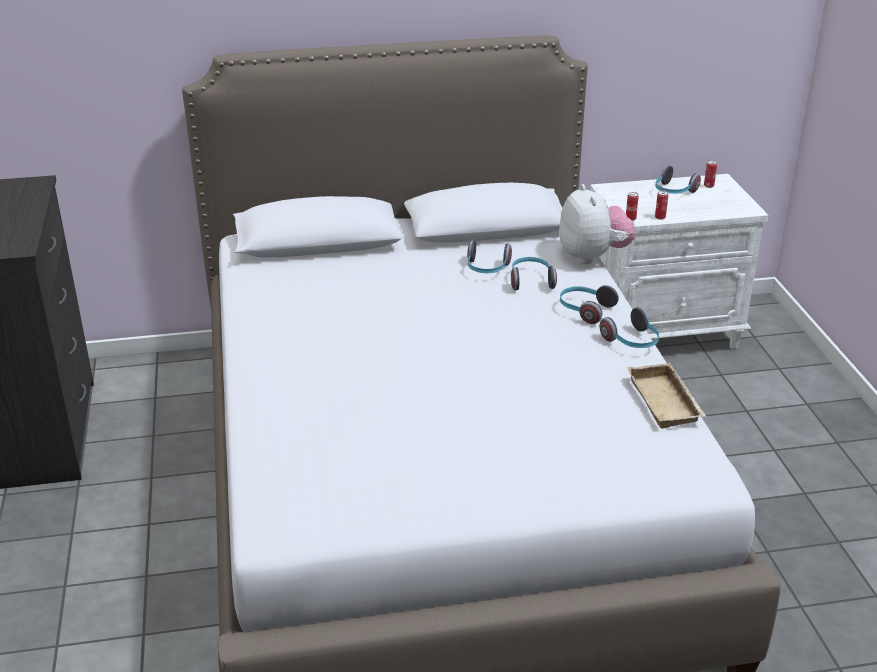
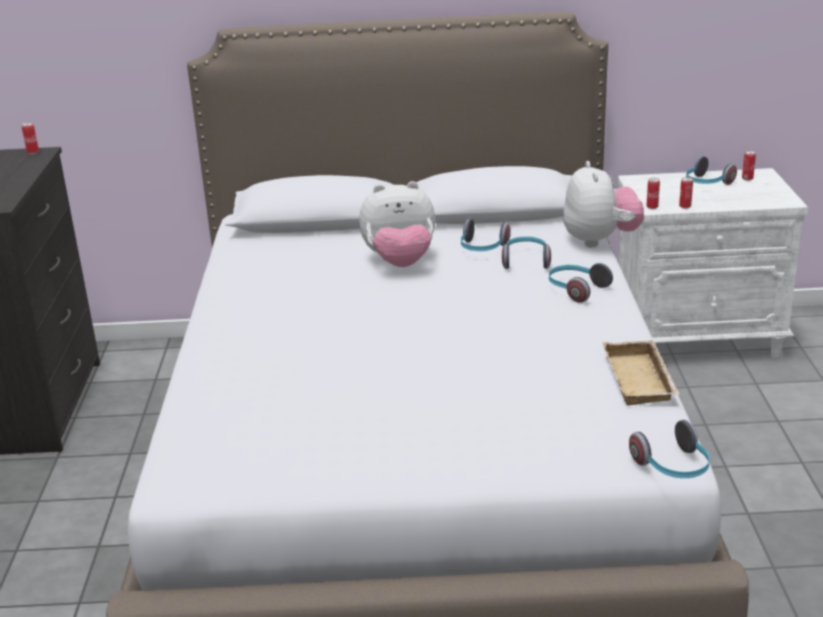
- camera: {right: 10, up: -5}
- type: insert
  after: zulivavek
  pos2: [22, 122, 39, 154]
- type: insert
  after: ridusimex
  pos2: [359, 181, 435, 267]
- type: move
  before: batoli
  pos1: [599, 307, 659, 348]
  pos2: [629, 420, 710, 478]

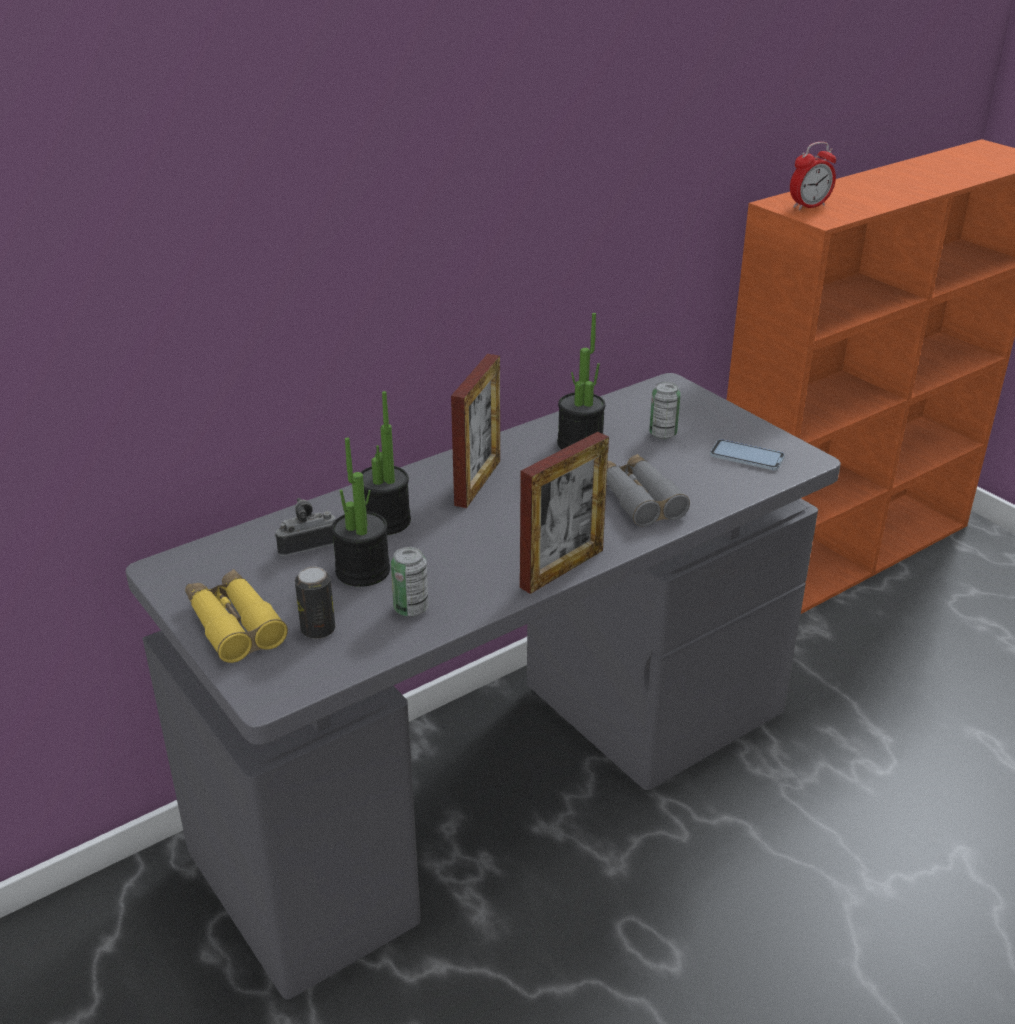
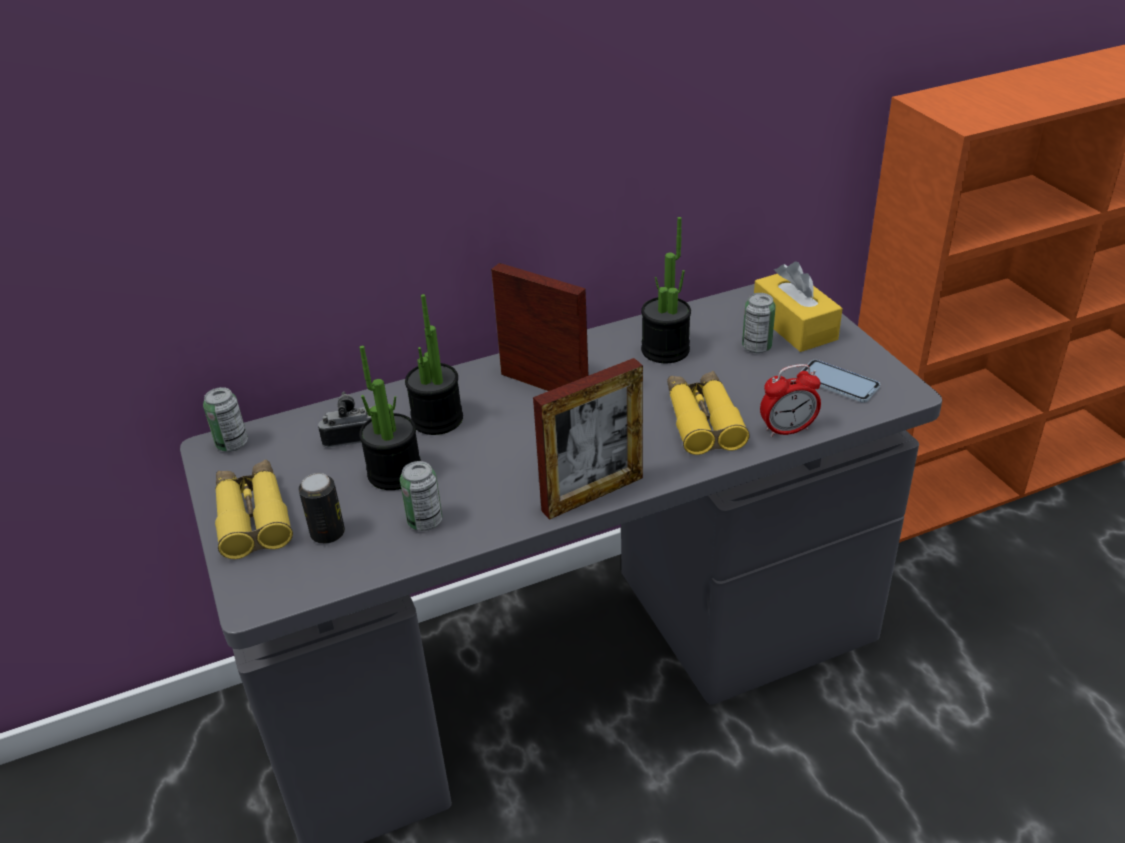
- camera: {right: 15, up: 5}
- type: insert
  after: zulivavek
  pos2: [203, 387, 248, 452]
- type: rotate
  before: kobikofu
  pos1: [451, 354, 500, 508]
  pos2: [491, 263, 589, 391]
  turn: -90
- type: recolor
  before: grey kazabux
  after: yellow kazabux
  pos1: [607, 454, 690, 527]
  pos2: [667, 371, 750, 455]
- type: insert
  after: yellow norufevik
  pos2: [754, 261, 843, 352]
- type: move
  before: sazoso
  pos1: [790, 142, 836, 210]
  pos2: [760, 364, 821, 437]

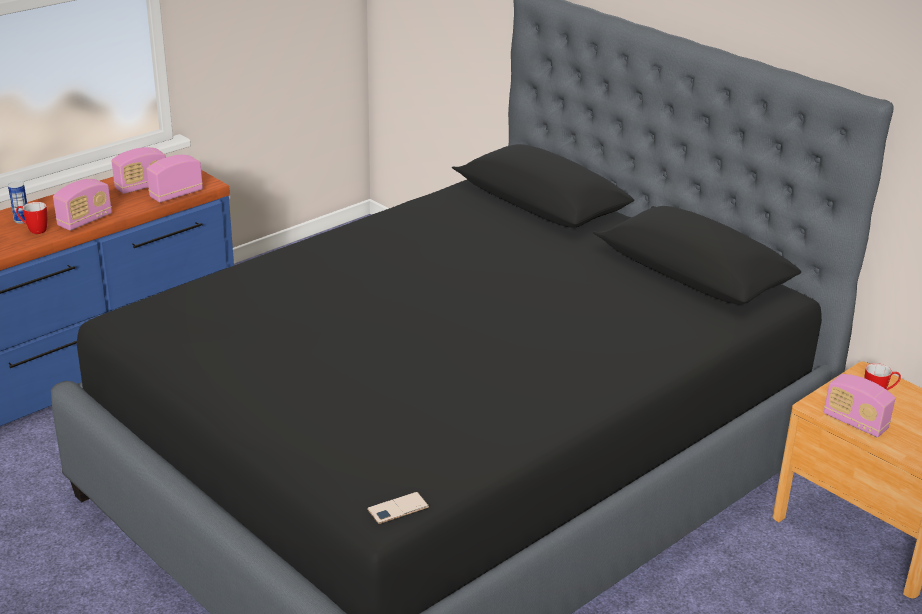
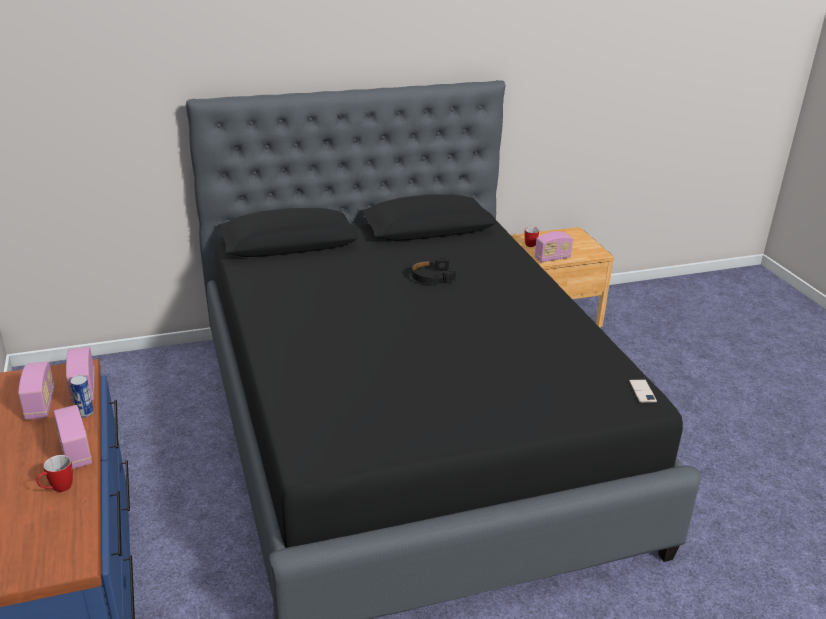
- camera: {right: -65, up: 0}
- type: move
  before: zulivavek
  pos1: [8, 181, 27, 224]
  pos2: [70, 375, 93, 417]
- type: insert
  after: black batoli
  pos2: [411, 258, 456, 283]

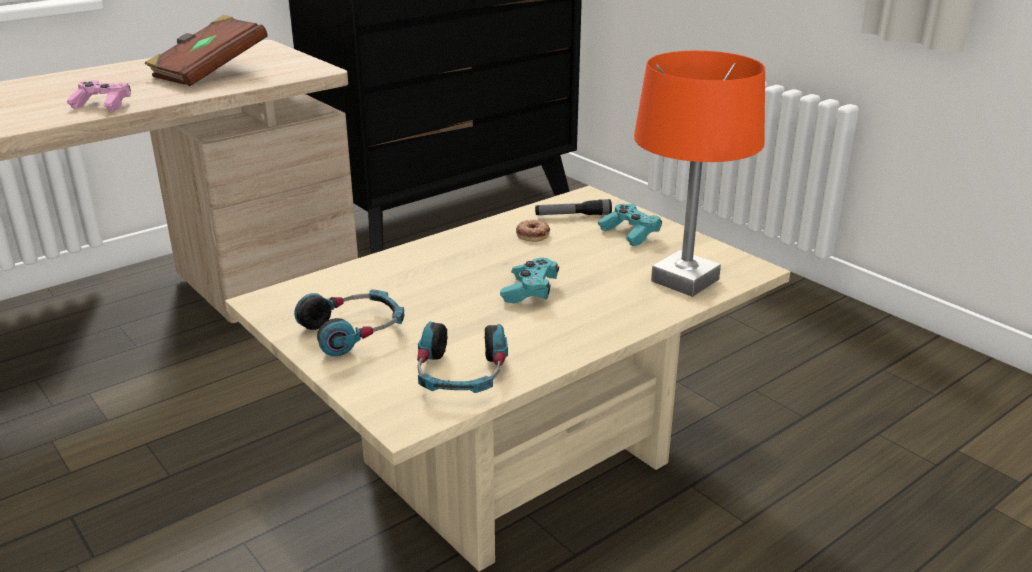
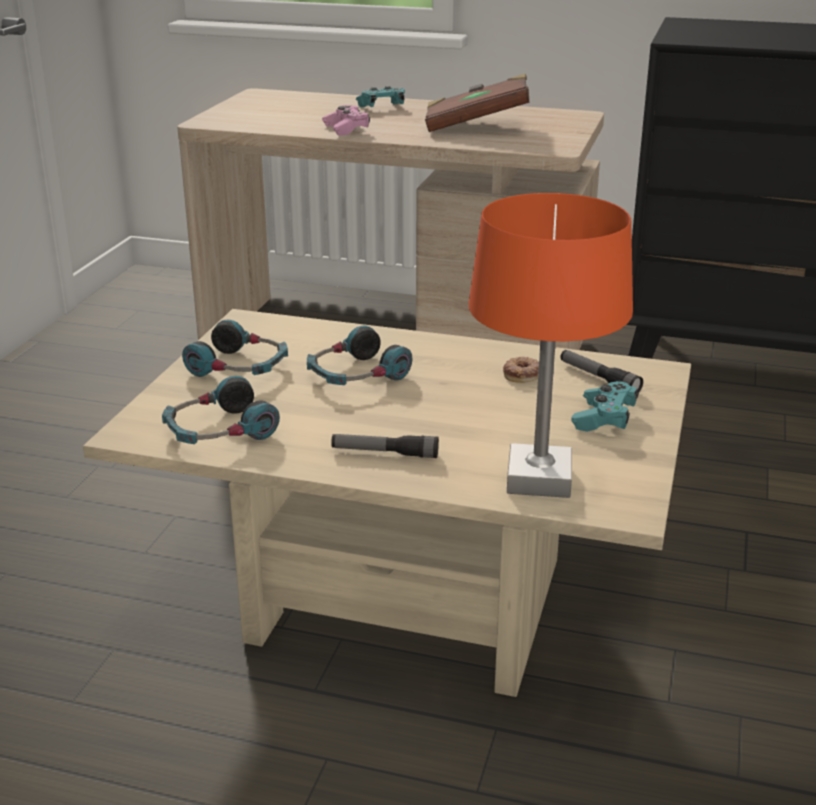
- camera: {right: 55, up: 0}
- type: insert
  after: batoli
  pos2: [307, 325, 412, 385]
- type: insert
  after: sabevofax
  pos2: [331, 434, 439, 458]
- type: move
  before: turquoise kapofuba
  pos1: [500, 258, 559, 304]
  pos2: [356, 86, 405, 107]

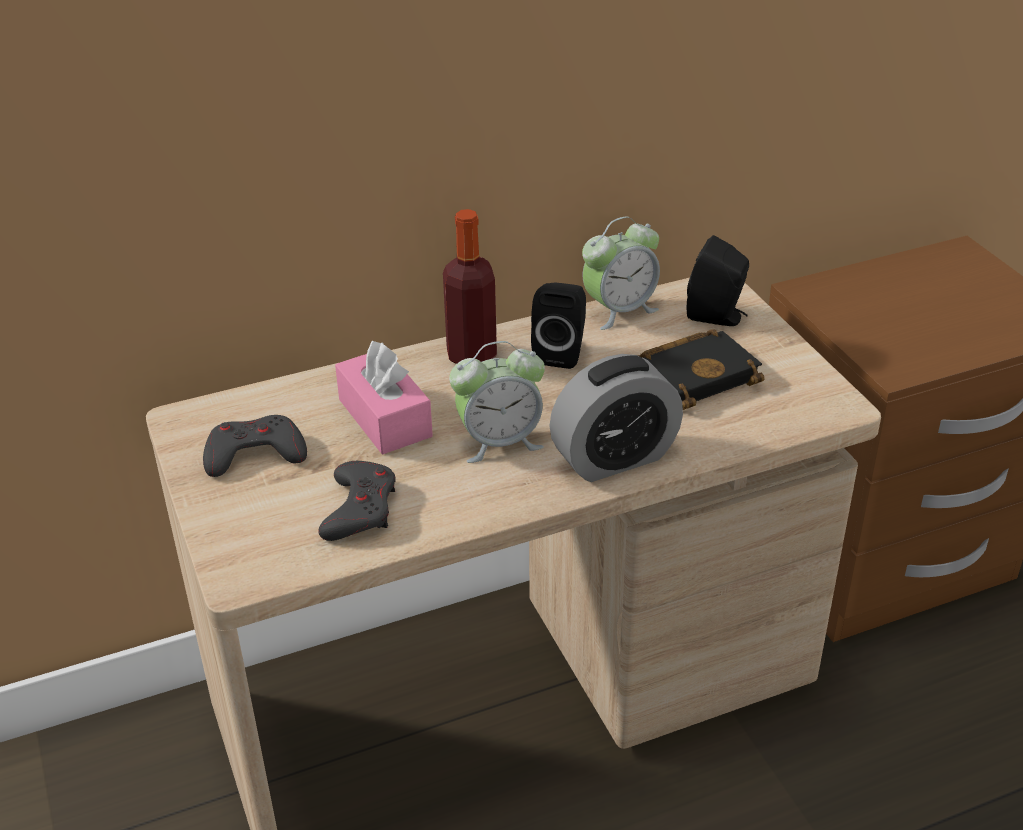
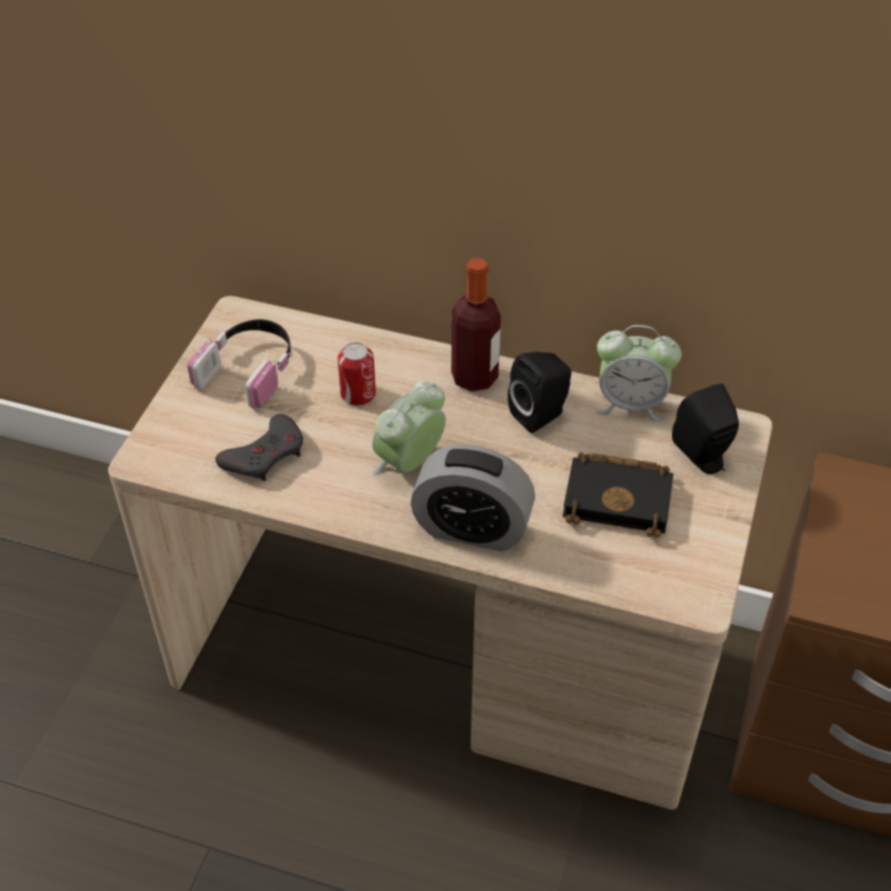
- camera: {right: 40, up: 10}
- type: replace
  before: grey kapofuba
  after: batoli
  pos1: [203, 415, 307, 477]
  pos2: [187, 319, 292, 409]
- type: replace
  before: pink norufevik
  after: zulivavek
  pos1: [335, 341, 433, 454]
  pos2: [337, 342, 376, 406]
- type: rotate
  before: sazoso
  pos1: [449, 341, 545, 463]
  pos2: [372, 381, 446, 475]
  turn: 105

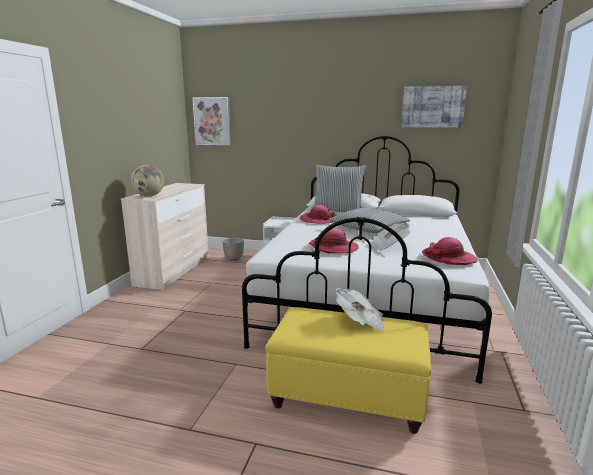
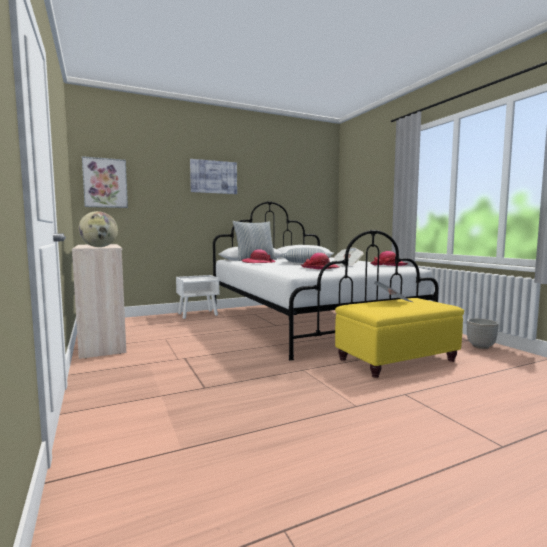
- camera: {right: -40, up: -10}
- type: move
  before: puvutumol
  pos1: [402, 86, 467, 128]
  pos2: [190, 159, 237, 194]
- type: move
  before: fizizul
  pos1: [223, 238, 244, 261]
  pos2: [467, 318, 499, 349]

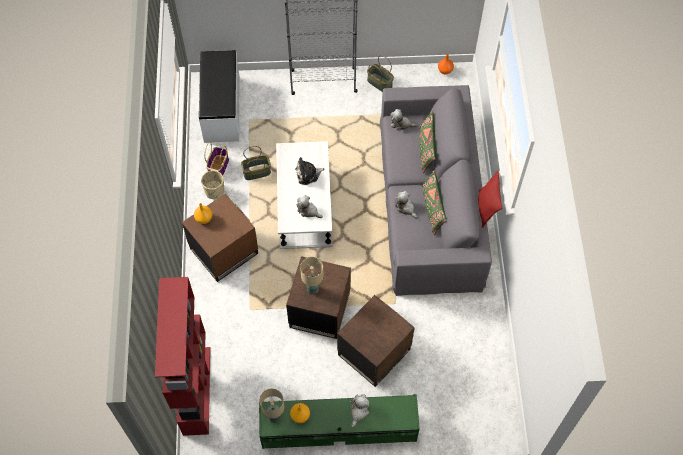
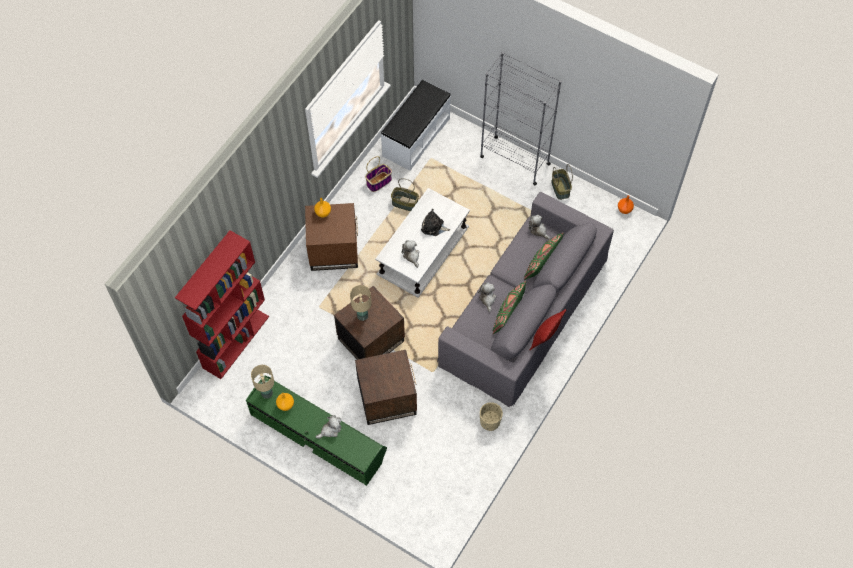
- camera: {right: 35, up: 0}
- type: move
  before: beige fizizul
  pos1: [201, 170, 224, 199]
  pos2: [480, 402, 503, 431]

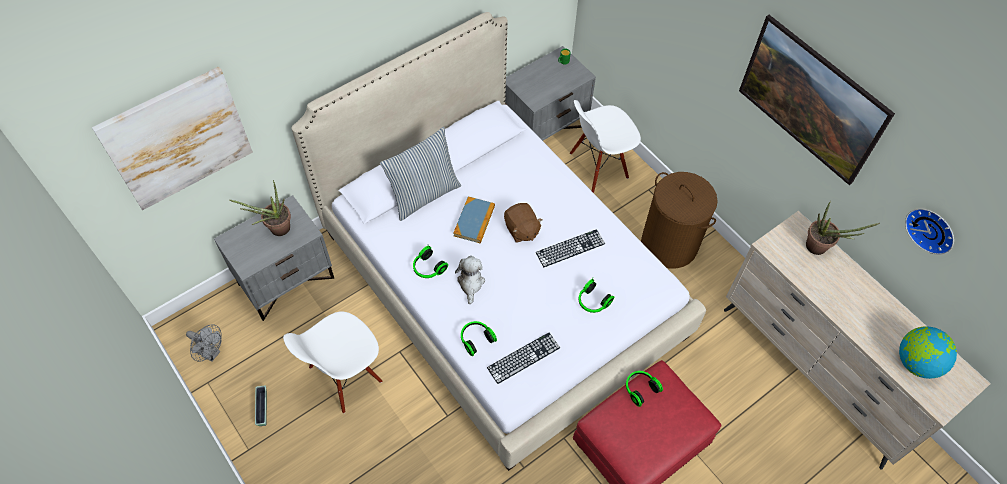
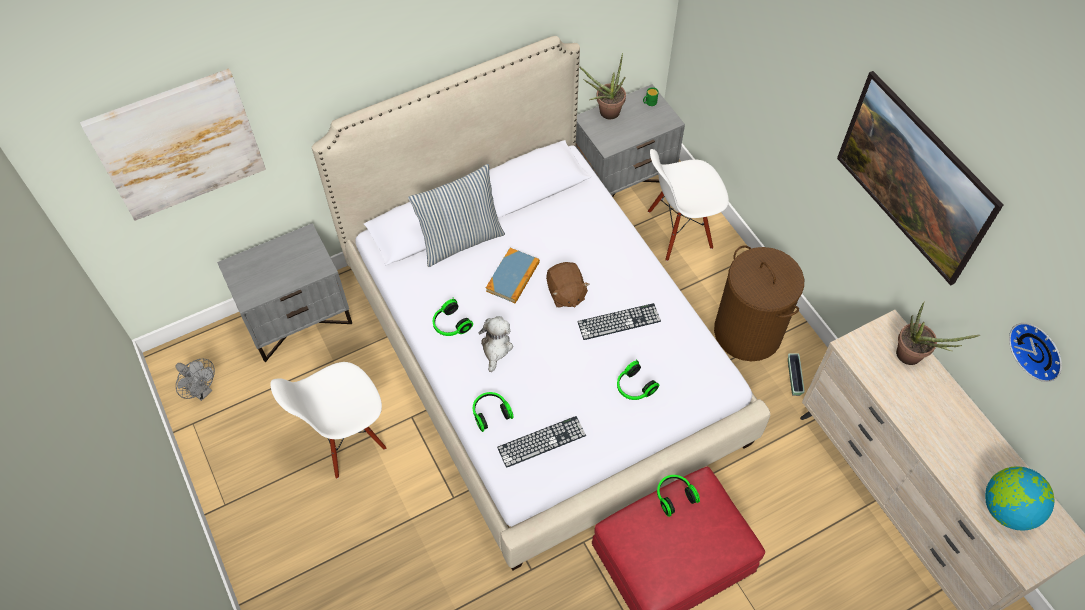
- camera: {right: 10, up: 0}
- type: move
  before: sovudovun
  pos1: [229, 180, 291, 236]
  pos2: [579, 53, 626, 119]
- type: move
  before: fizizul
  pos1: [255, 386, 267, 426]
  pos2: [788, 353, 804, 396]

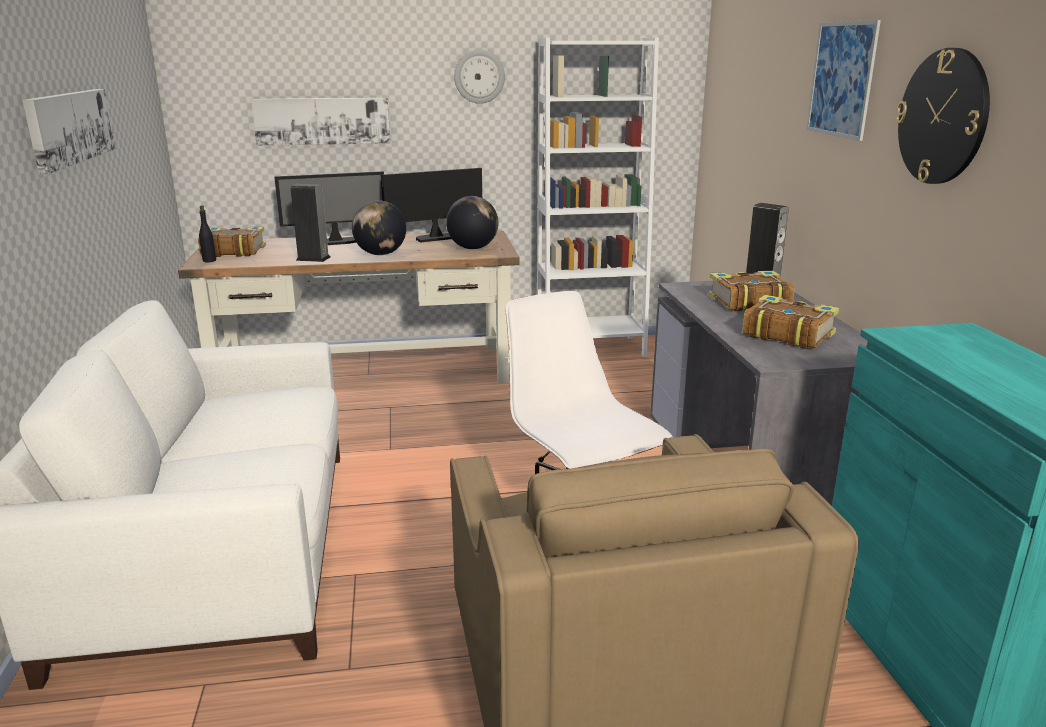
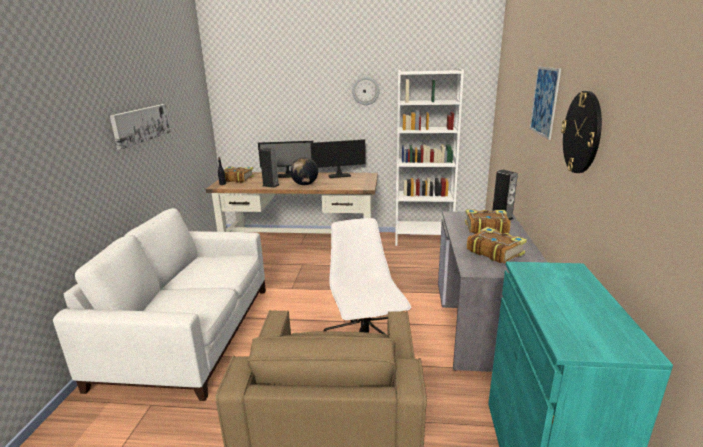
- camera: {right: 15, up: 0}
- type: delete
  before: puvutumol
  pos1: [251, 98, 390, 146]
- type: delete
  before: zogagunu
  pos1: [446, 196, 498, 249]

